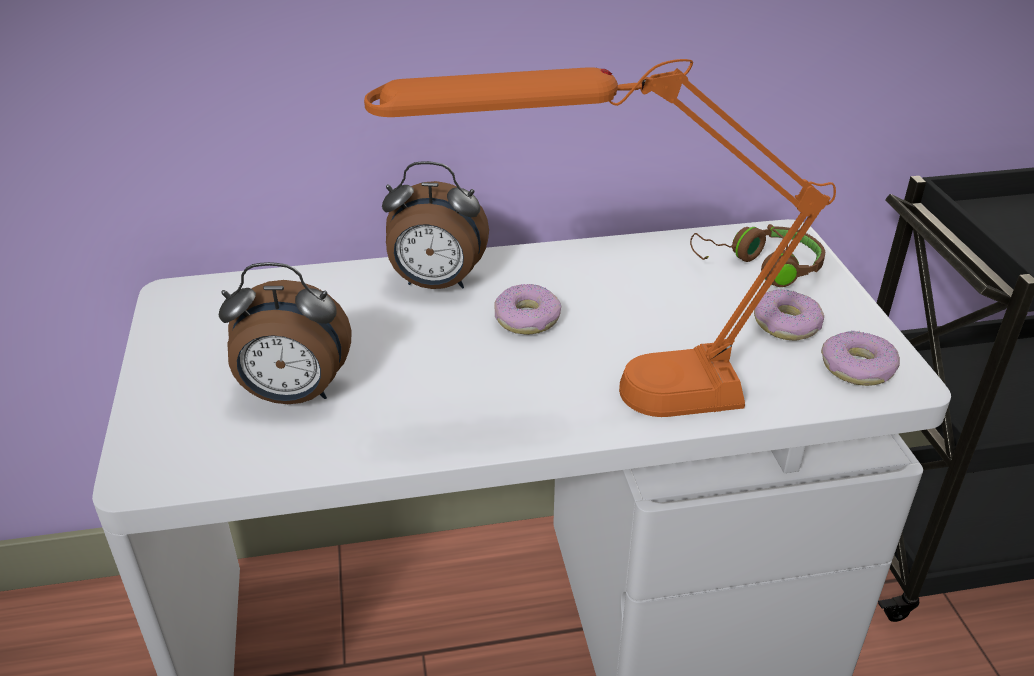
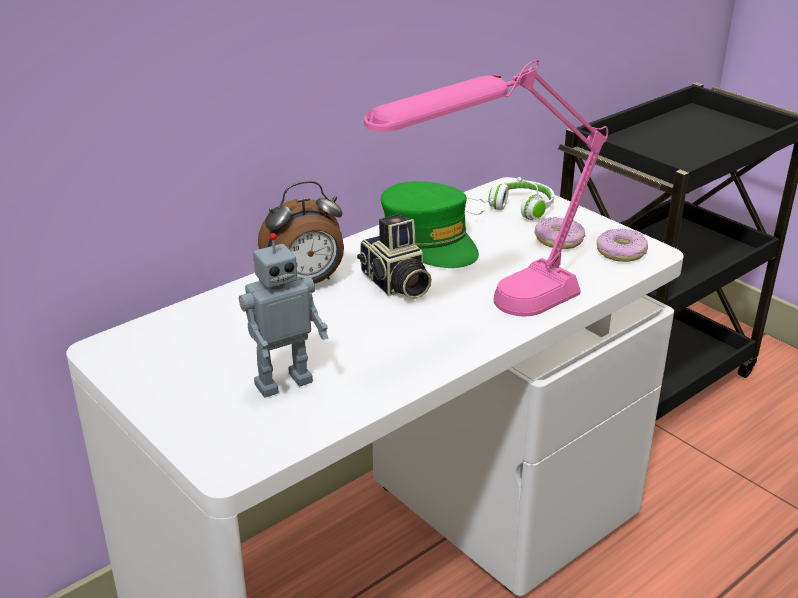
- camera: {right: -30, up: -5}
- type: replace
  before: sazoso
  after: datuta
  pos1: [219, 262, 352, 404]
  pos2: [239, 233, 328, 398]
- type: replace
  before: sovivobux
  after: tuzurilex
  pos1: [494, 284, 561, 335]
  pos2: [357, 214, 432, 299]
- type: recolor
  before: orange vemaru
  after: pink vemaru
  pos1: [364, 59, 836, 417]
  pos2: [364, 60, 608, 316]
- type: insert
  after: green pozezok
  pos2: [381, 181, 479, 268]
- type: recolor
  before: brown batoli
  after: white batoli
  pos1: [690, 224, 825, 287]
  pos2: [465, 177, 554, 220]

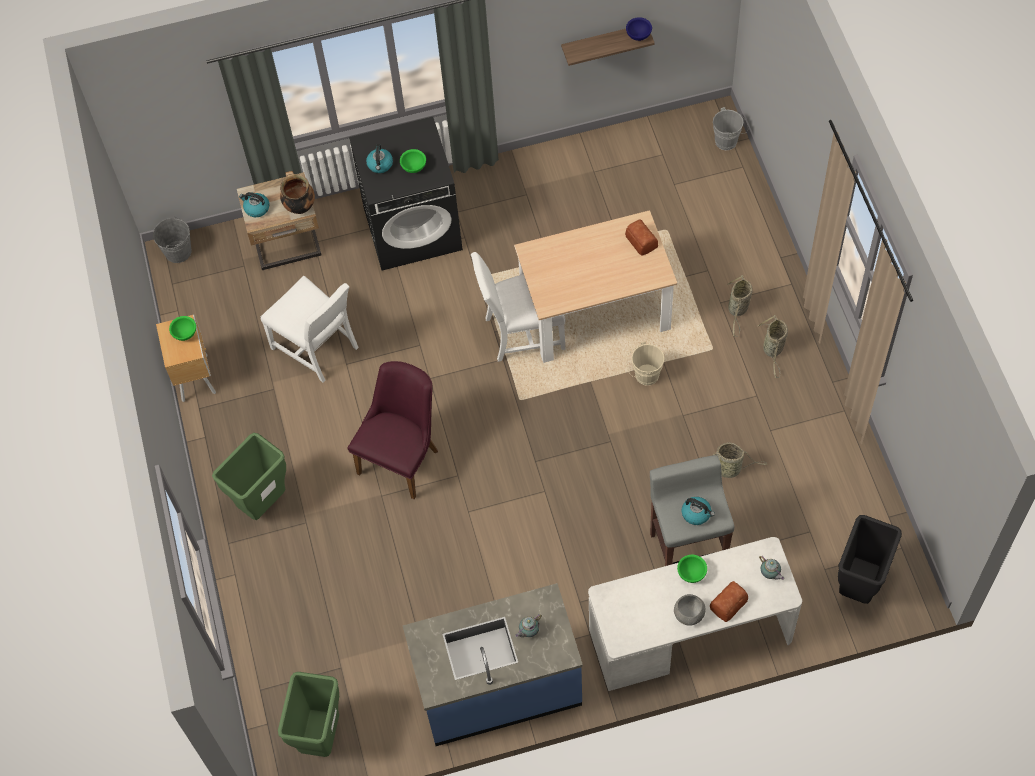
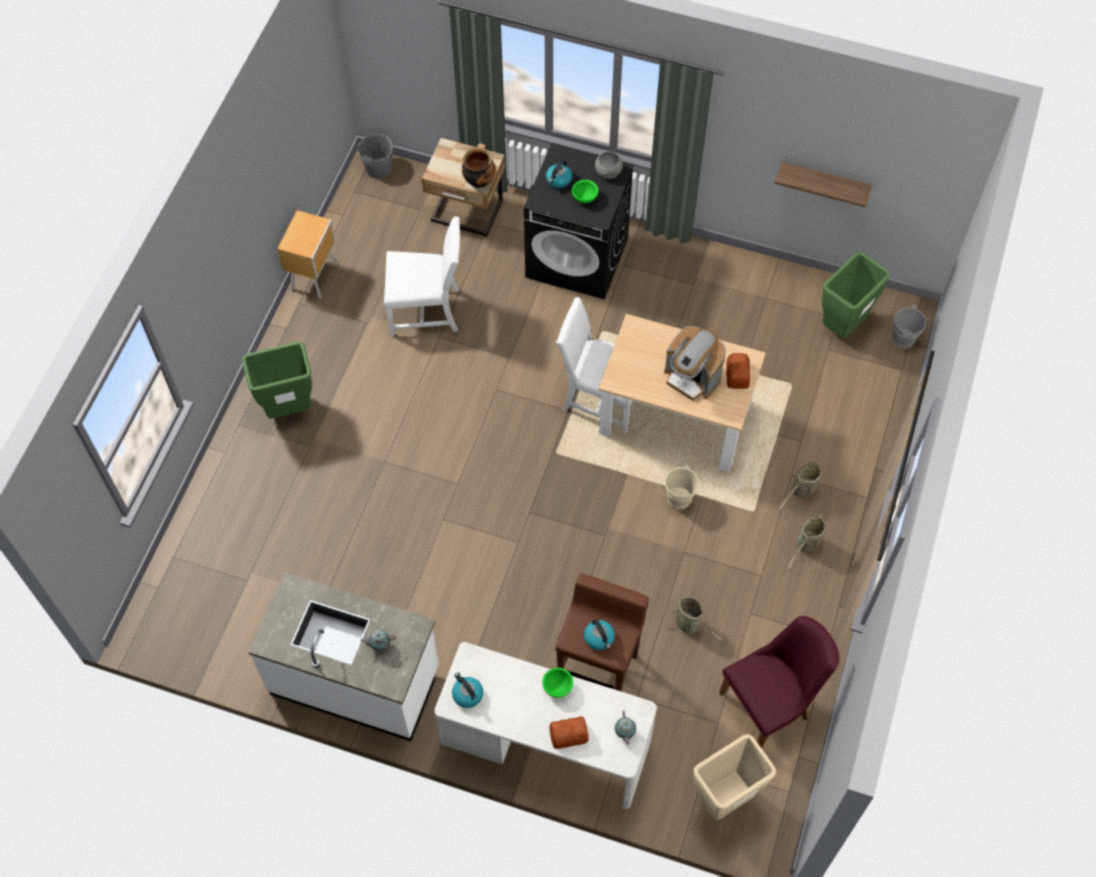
- camera: {right: 30, up: 0}
- type: recolor
  before: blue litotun
  after: white litotun
  pos1: [403, 583, 583, 746]
  pos2: [248, 572, 439, 741]
- type: rotate
  before: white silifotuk
  pos1: [260, 276, 359, 382]
  pos2: [384, 216, 460, 336]
  turn: -75
- type: move
  before: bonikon
  pos1: [239, 192, 269, 217]
  pos2: [452, 672, 483, 708]
- type: recolor
  before: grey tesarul
  after: brown tesarul
  pos1: [650, 455, 734, 566]
  pos2: [555, 574, 649, 692]
- type: move
  before: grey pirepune
  pos1: [674, 594, 705, 626]
  pos2: [595, 152, 623, 179]
- type: insert
  after: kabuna
  pos2: [664, 326, 726, 401]
- type: recolor
  before: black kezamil
  after: beige kezamil
  pos1: [838, 515, 902, 604]
  pos2: [693, 734, 776, 820]
- type: move
  before: purple silifotuk
  pos1: [347, 361, 438, 499]
  pos2: [719, 616, 839, 748]
- type: move
  before: green kezamil
  pos1: [278, 672, 339, 757]
  pos2: [822, 252, 890, 338]
- type: delete
  before: green pirepune
  pos1: [169, 316, 196, 341]
- type: delete
  before: blue pirepune
  pos1: [626, 17, 652, 41]

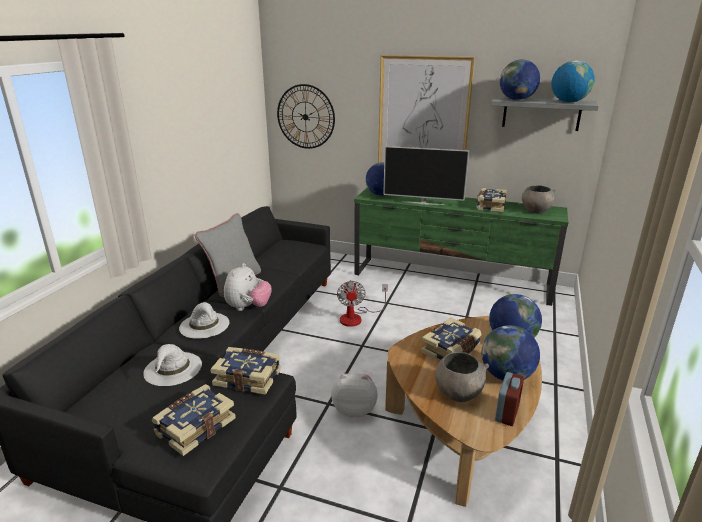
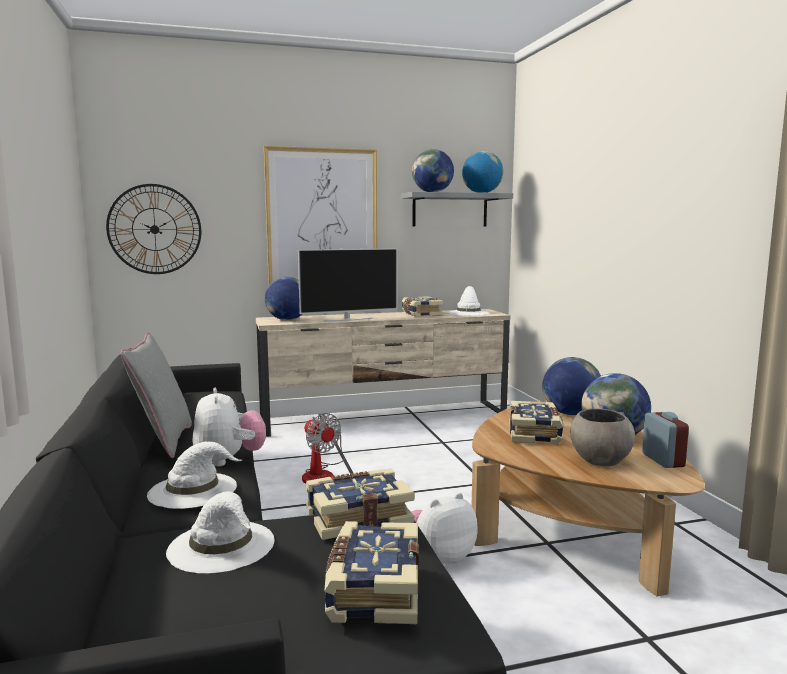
- camera: {right: -35, up: -15}
- type: recolor
  before: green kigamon
  after: beige kigamon
  pos1: [354, 187, 569, 306]
  pos2: [256, 309, 510, 437]
- type: replace
  before: grey pirepune
  after: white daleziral
  pos1: [522, 185, 556, 214]
  pos2: [448, 286, 489, 316]

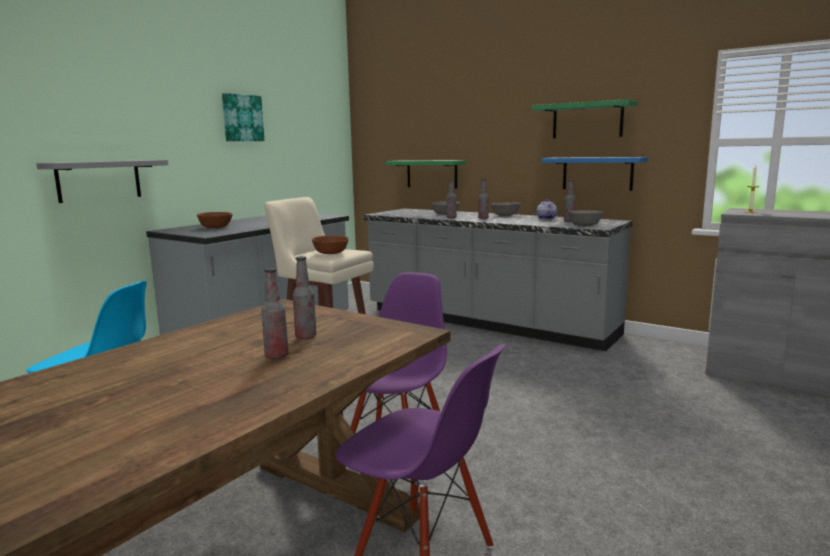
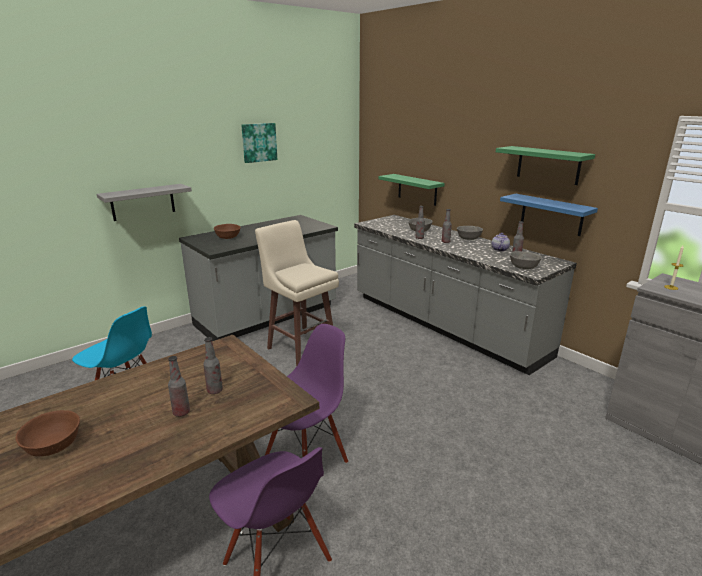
- camera: {right: 15, up: 10}
- type: move
  before: brown pirepune
  pos1: [312, 235, 349, 254]
  pos2: [15, 410, 80, 456]

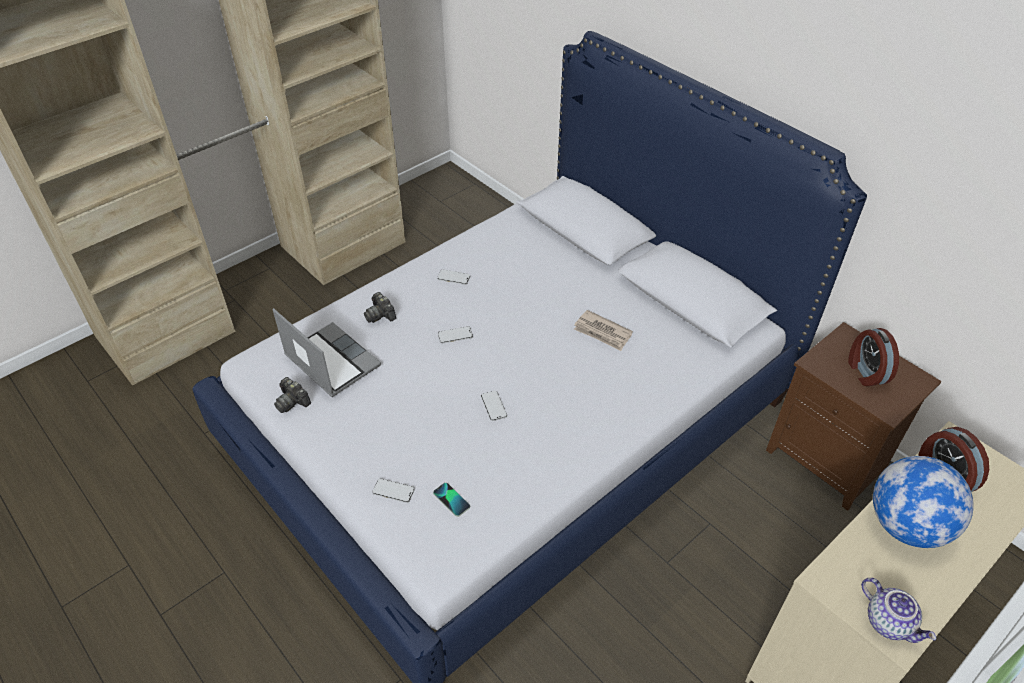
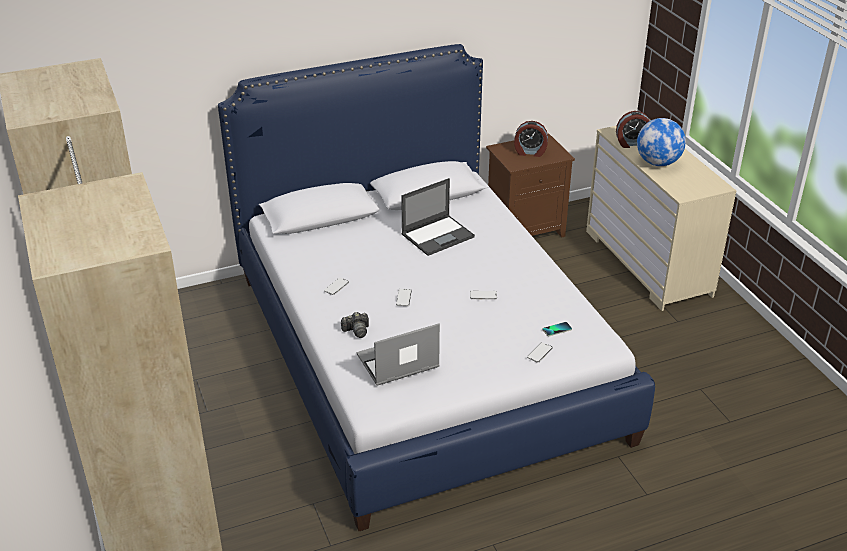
- camera: {right: -70, up: -10}
- type: replace
  before: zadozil
  after: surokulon
  pos1: [574, 310, 633, 351]
  pos2: [401, 178, 475, 256]
- type: delete
  before: tuzurilex
  pos1: [274, 377, 311, 413]
- type: delete
  before: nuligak
  pos1: [861, 578, 936, 643]

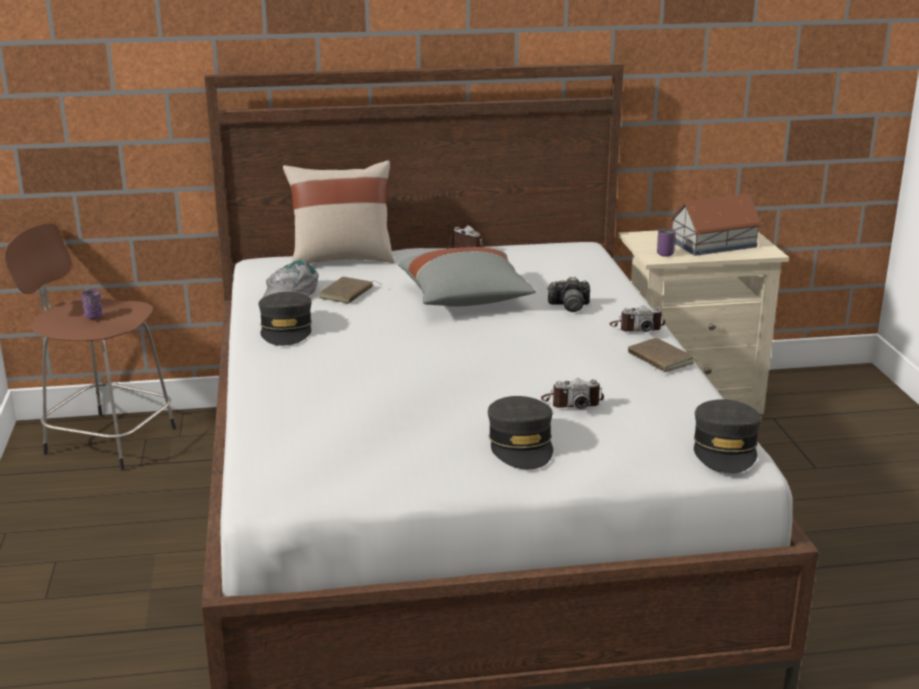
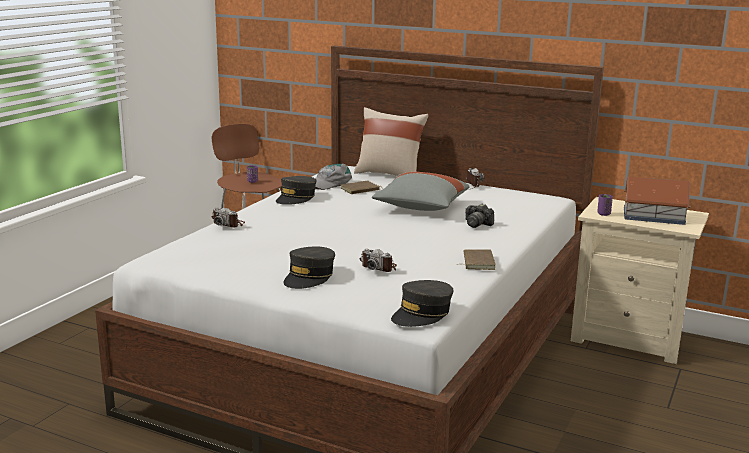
- camera: {right: 35, up: -5}
- type: move
  before: tuzurilex
  pos1: [610, 306, 665, 332]
  pos2: [212, 208, 245, 228]

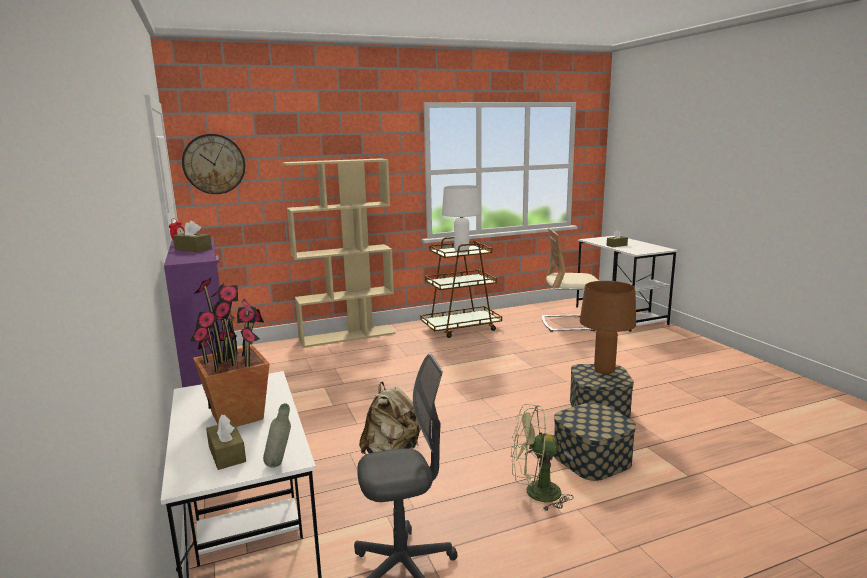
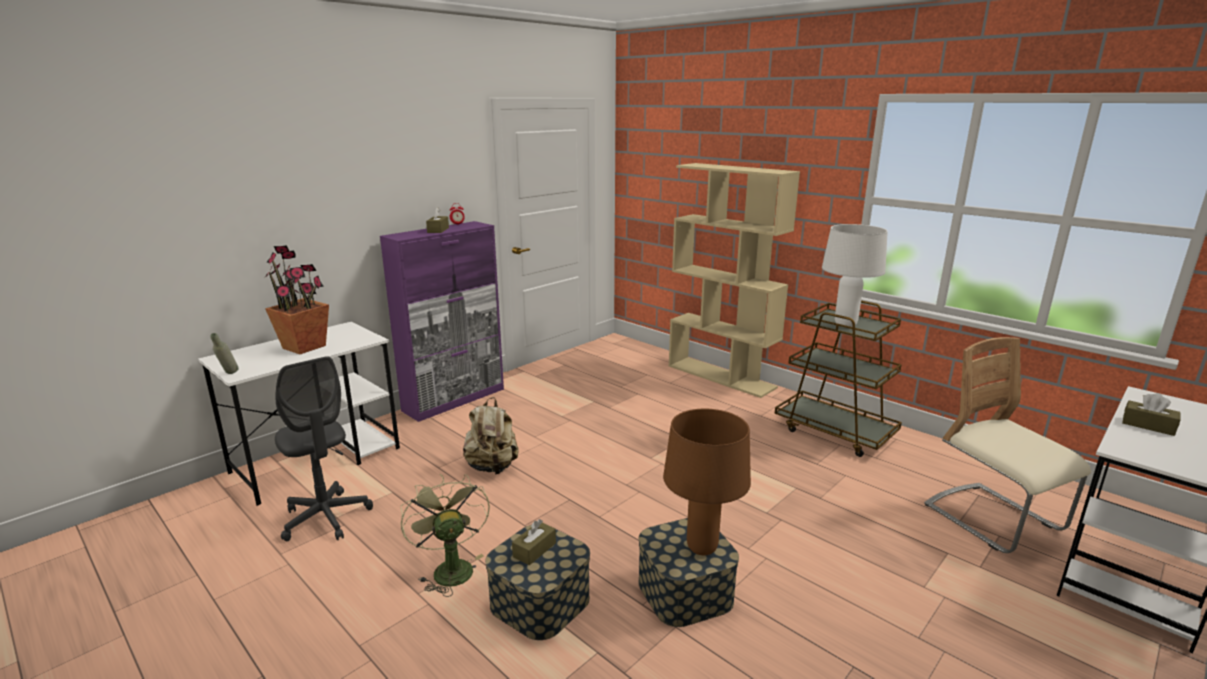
- camera: {right: 65, up: 5}
- type: move
  before: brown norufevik
  pos1: [206, 415, 246, 470]
  pos2: [512, 519, 556, 565]
- type: delete
  before: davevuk
  pos1: [182, 134, 245, 194]

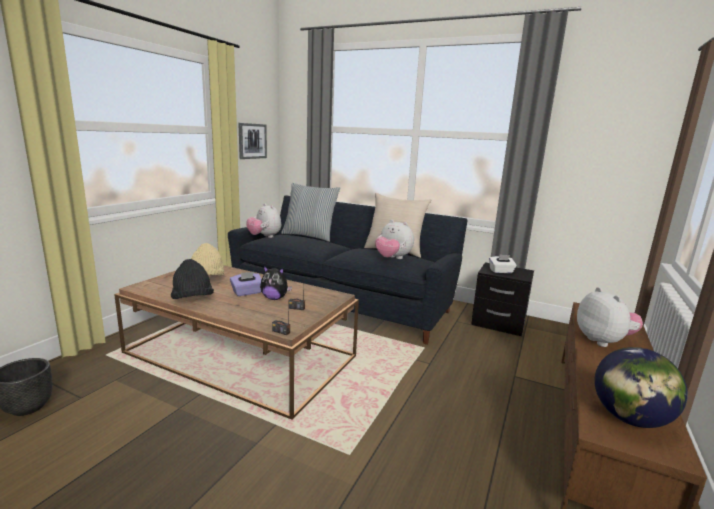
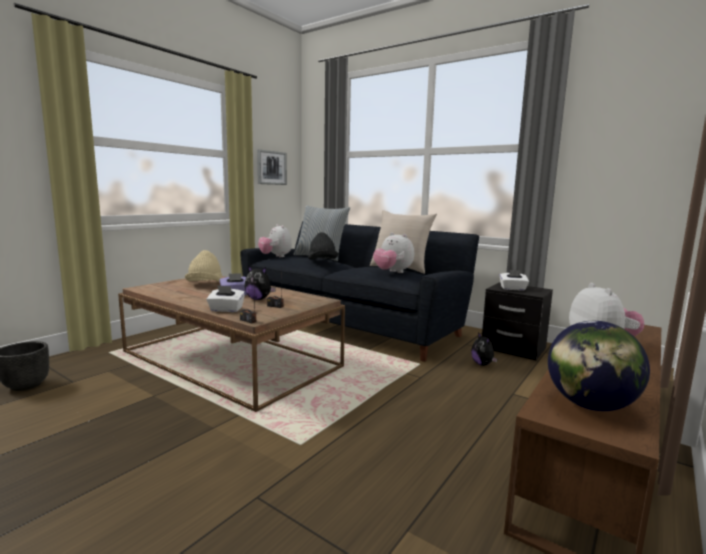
- camera: {right: 10, up: -5}
- type: insert
  after: white norufevik
  pos2: [206, 285, 245, 312]
- type: move
  before: black daleziral
  pos1: [171, 259, 214, 299]
  pos2: [308, 232, 338, 259]
- type: insert
  after: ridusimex
  pos2: [471, 332, 497, 366]

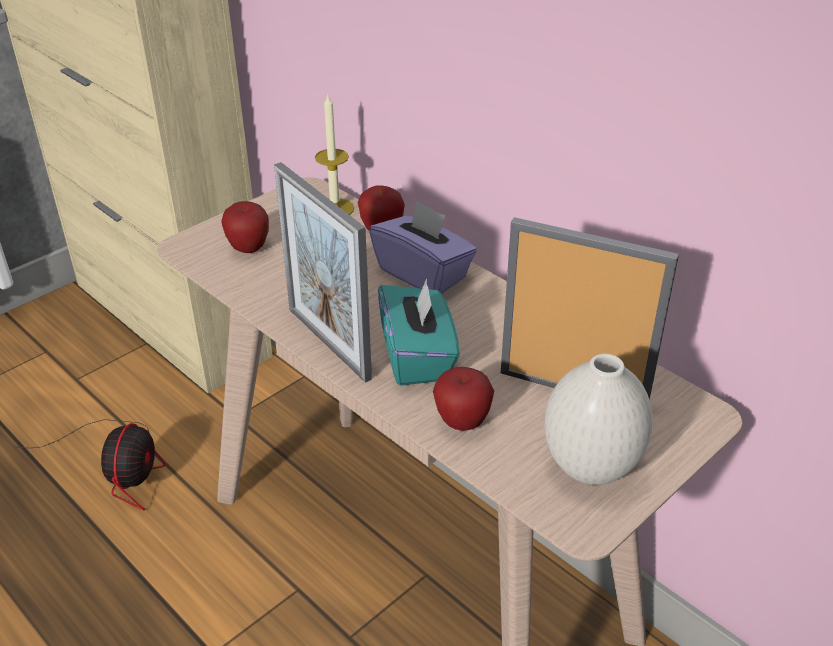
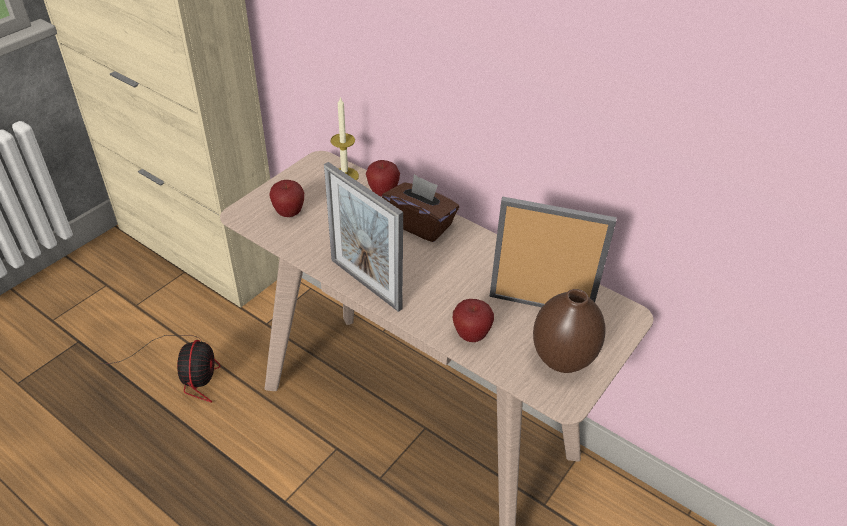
- camera: {right: -10, up: 5}
- type: recolor
  before: purple norufevik
  after: brown norufevik
  pos1: [369, 200, 477, 294]
  pos2: [382, 174, 459, 242]
- type: recolor
  before: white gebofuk
  after: brown gebofuk
  pos1: [544, 354, 653, 485]
  pos2: [533, 289, 606, 373]
- type: delete
  before: turquoise norufevik
  pos1: [378, 278, 460, 386]

